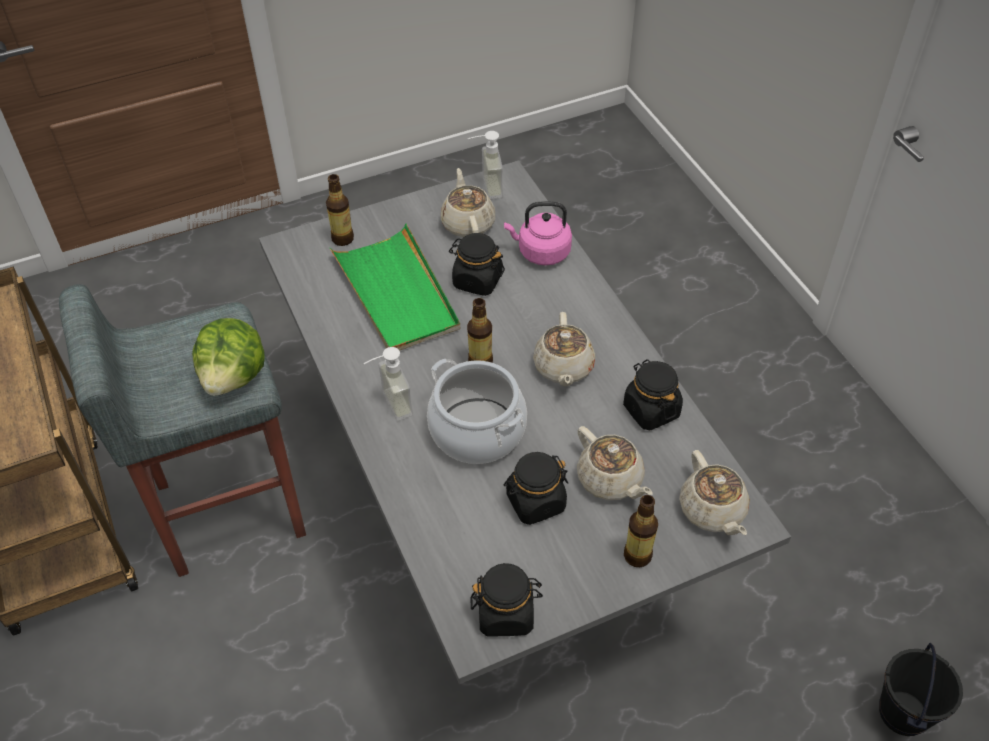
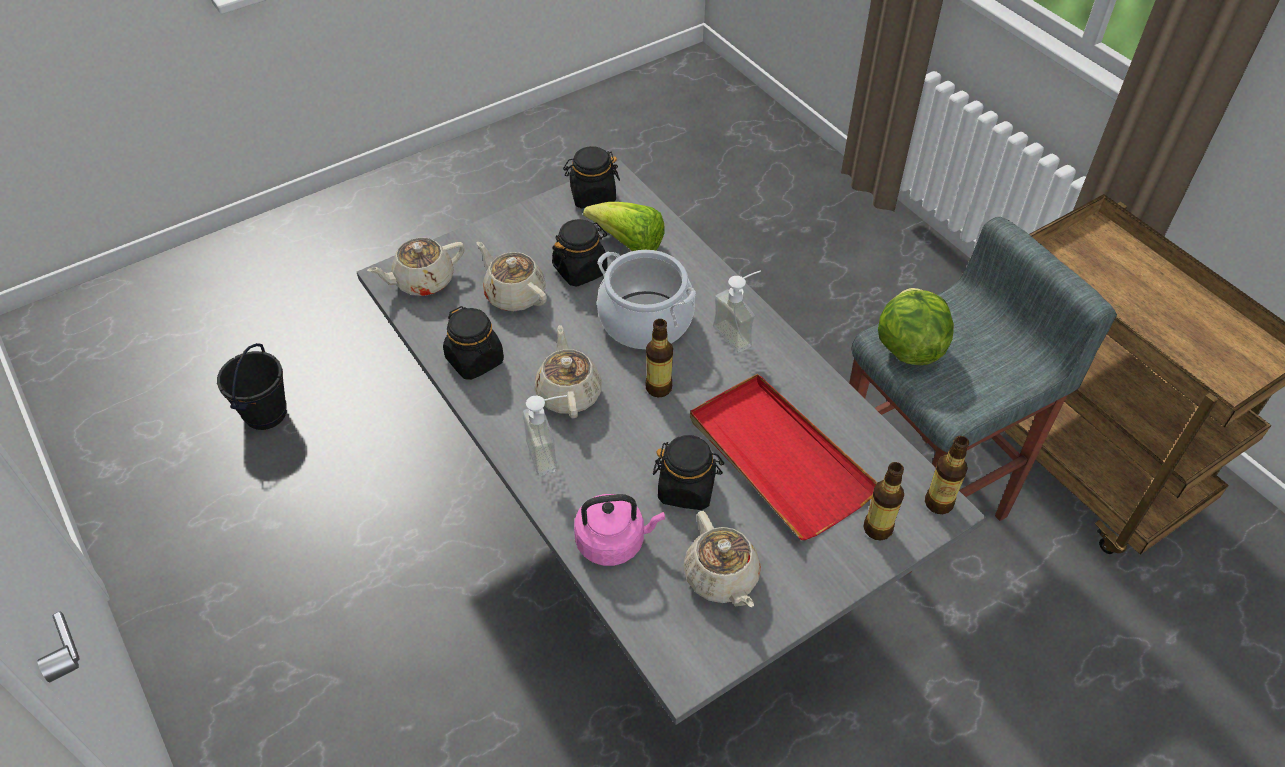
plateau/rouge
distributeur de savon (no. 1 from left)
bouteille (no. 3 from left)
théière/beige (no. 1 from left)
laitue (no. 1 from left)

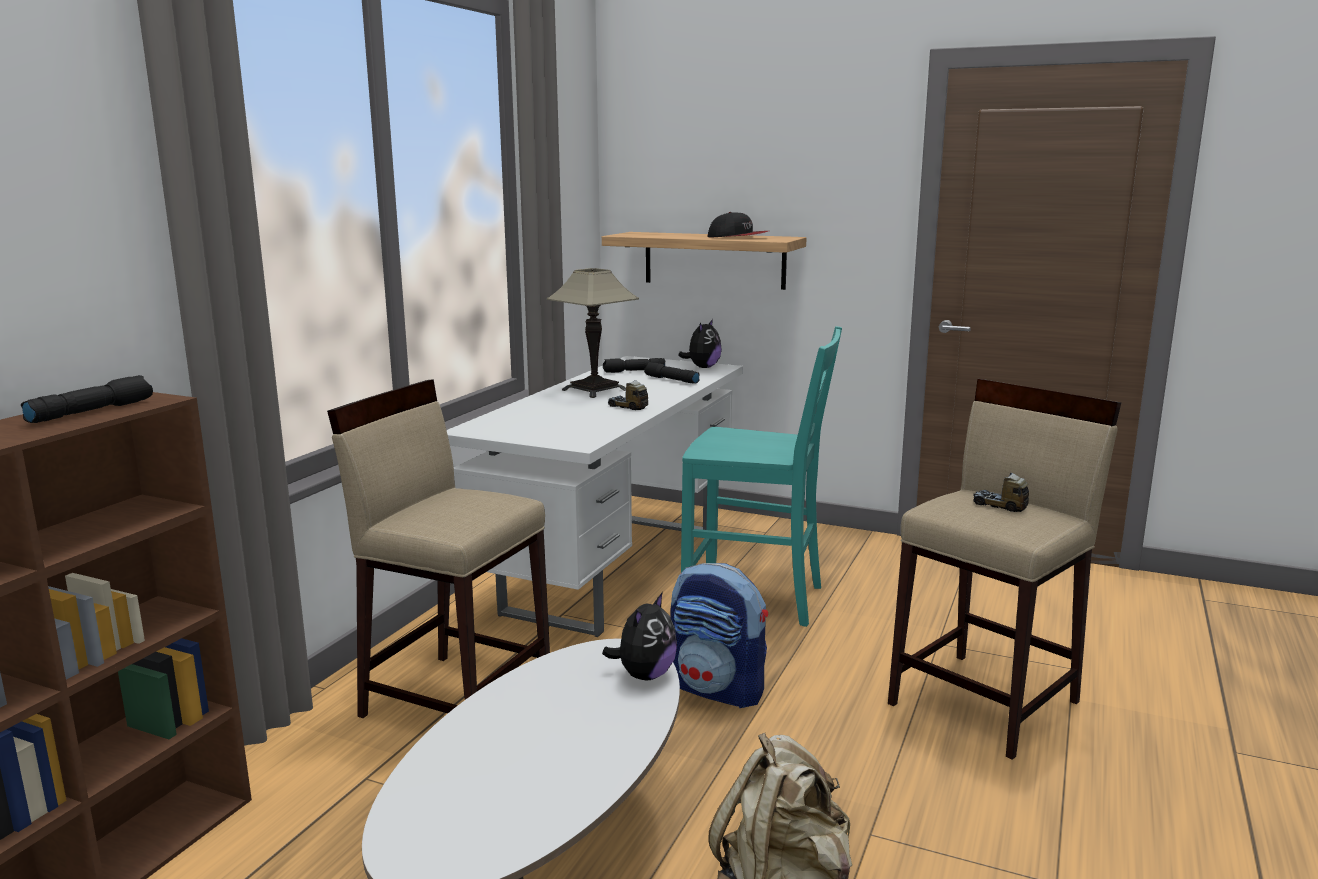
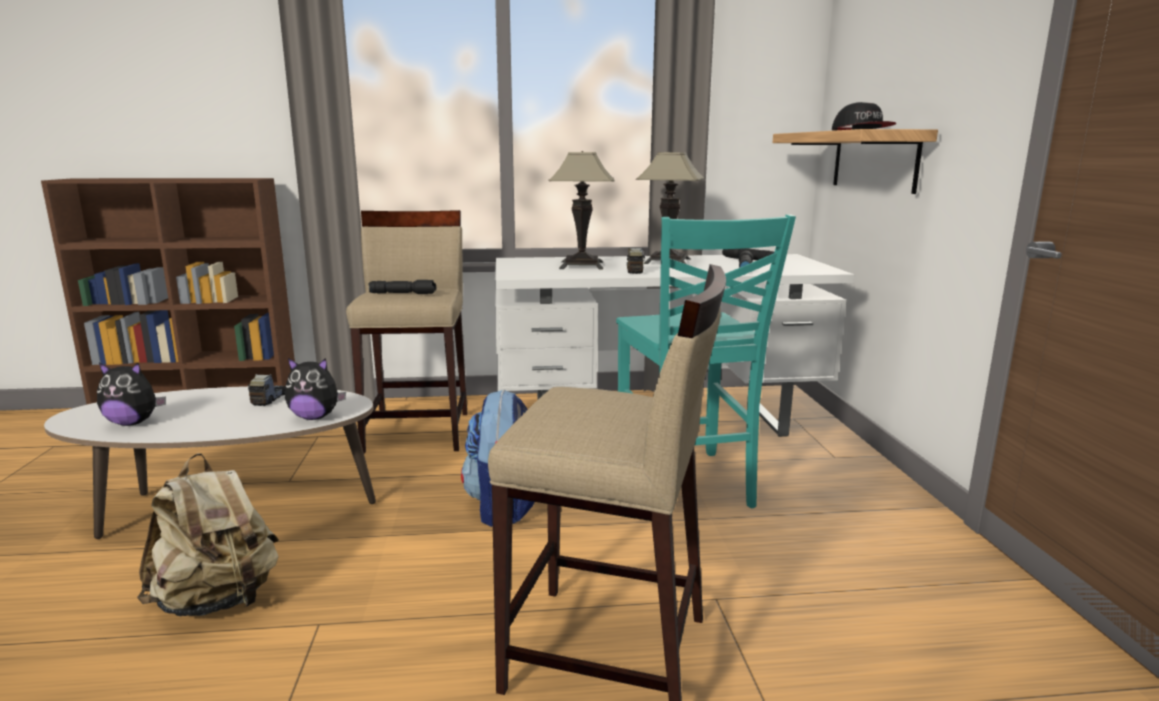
lampe de poche/noir (no. 1 from left)
peluche (no. 1 from left)
camion jouet (no. 1 from left)
lampe de table (no. 1 from left)

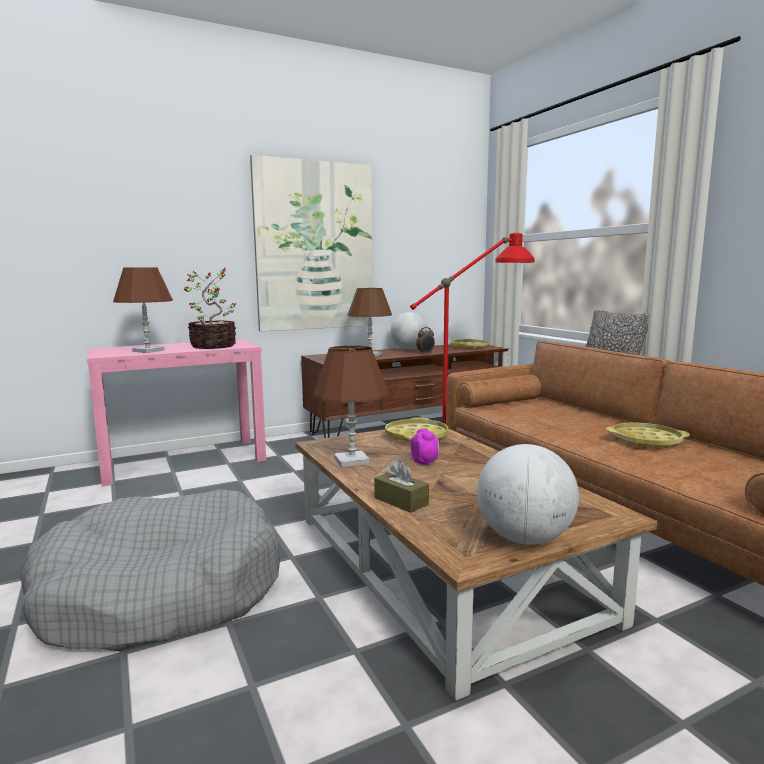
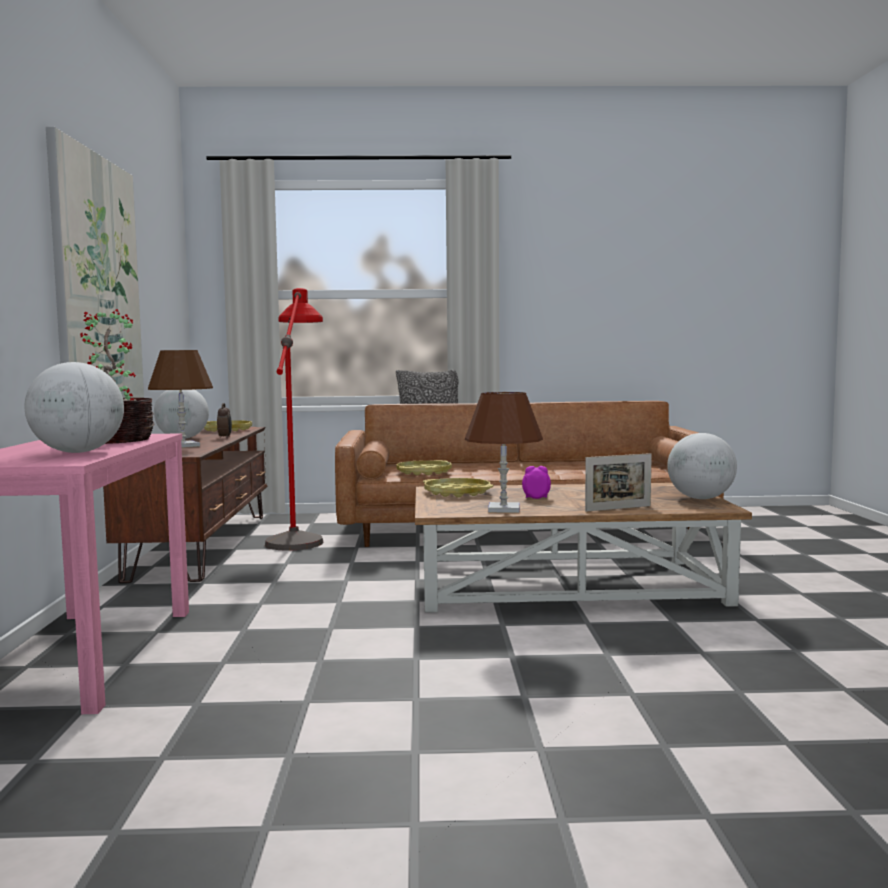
panier pour chien/gris
globe (no. 1 from left)
cadre photo
plateau/jaune (no. 2 from left)

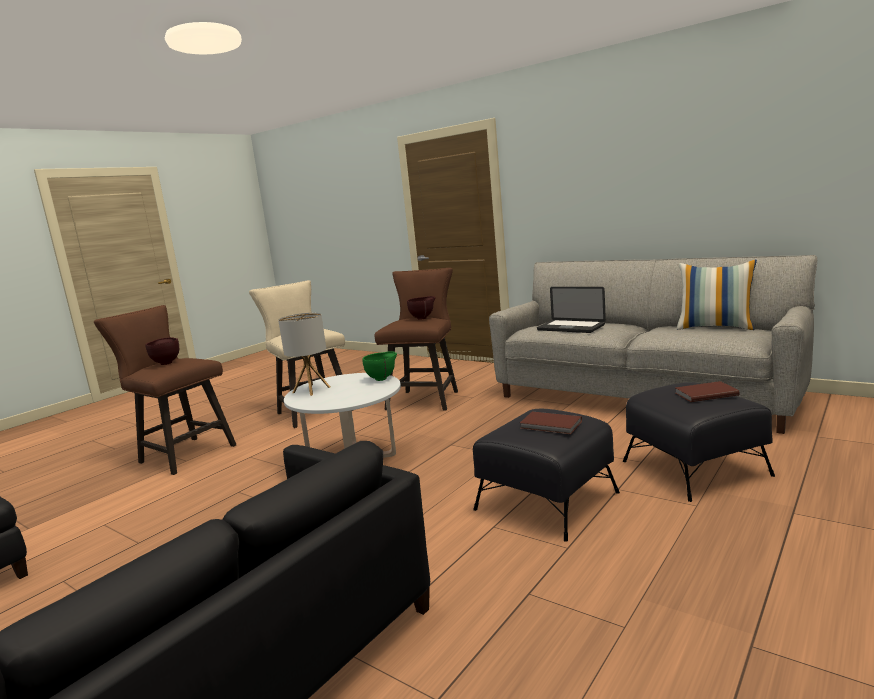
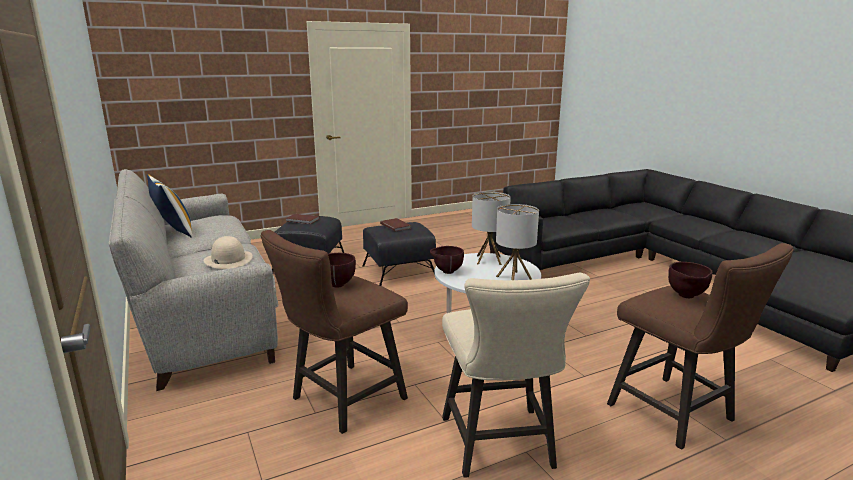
bol/marron (no. 2 from left)
chapeau/beige
lampe de table (no. 1 from left)

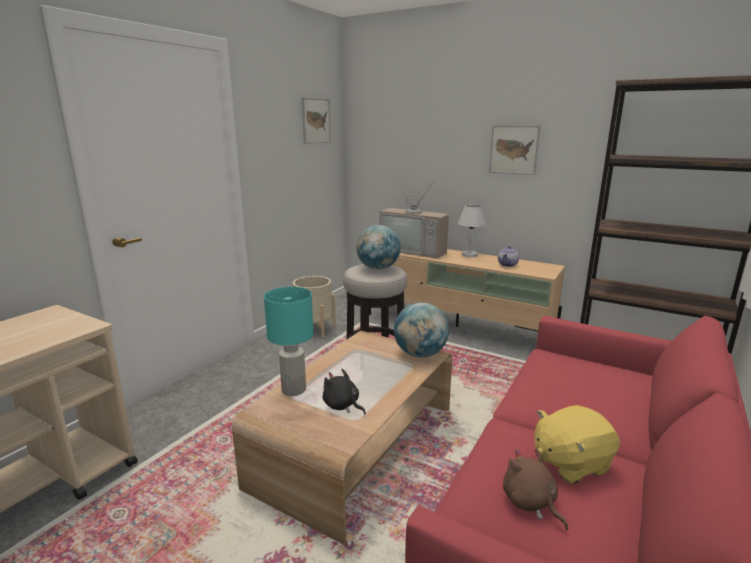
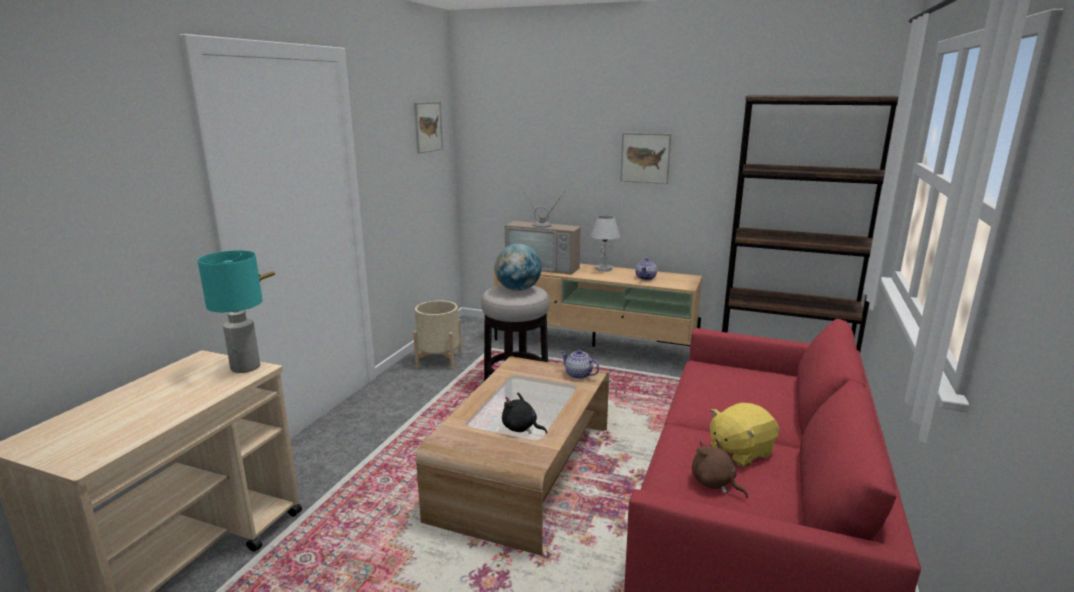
lampe de table/turquoise
théière (no. 1 from left)

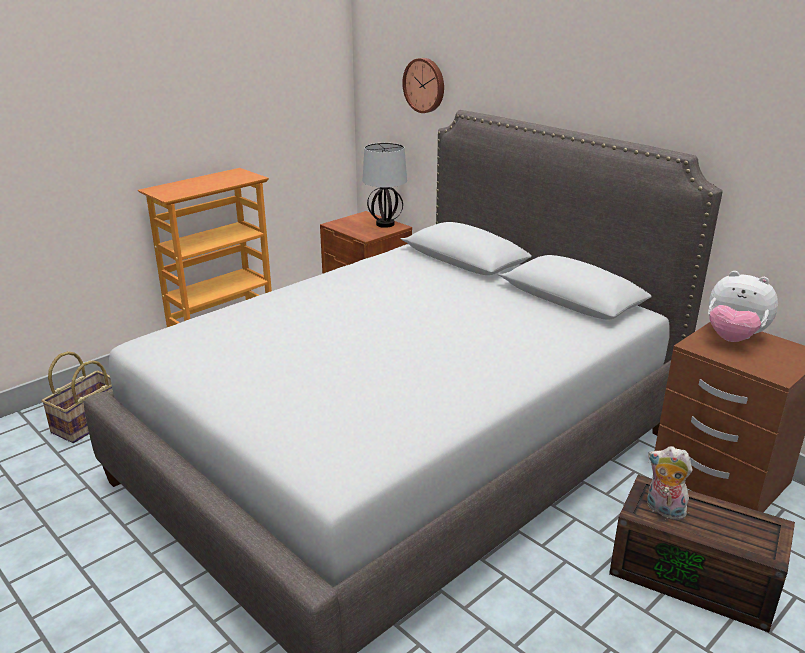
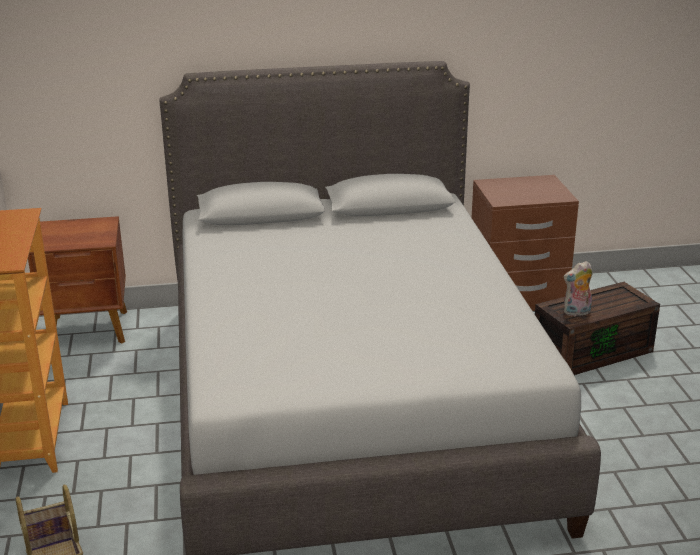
lampe de table
horloge murale
peluche (no. 2 from left in the first image)

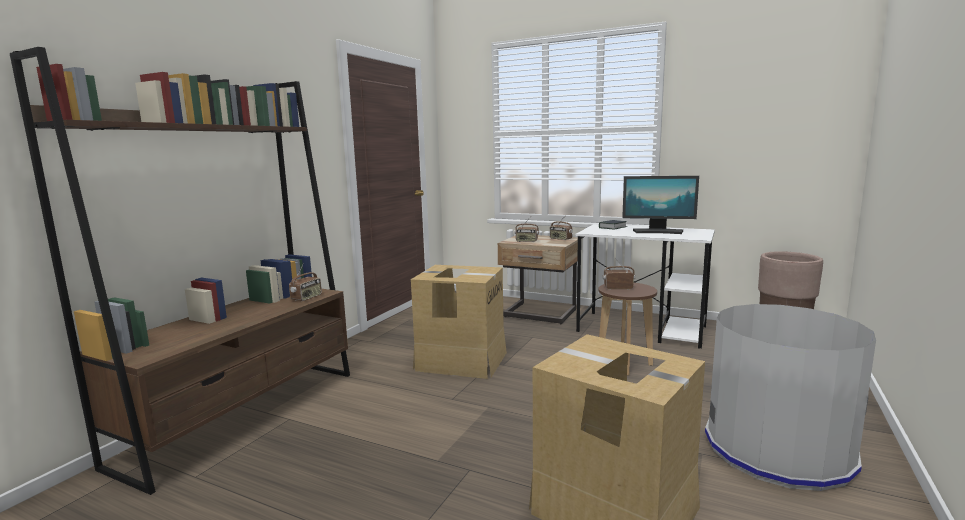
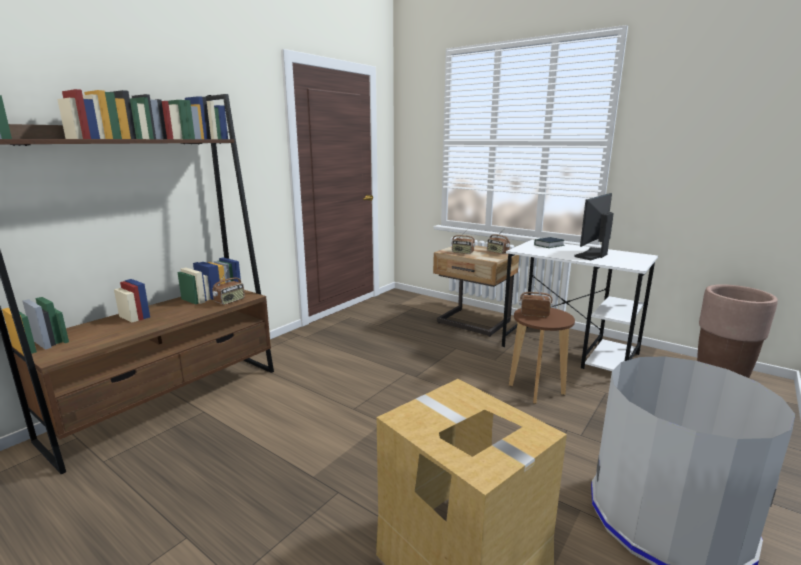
carton (no. 1 from left in the first image)
écran d'ordinateur

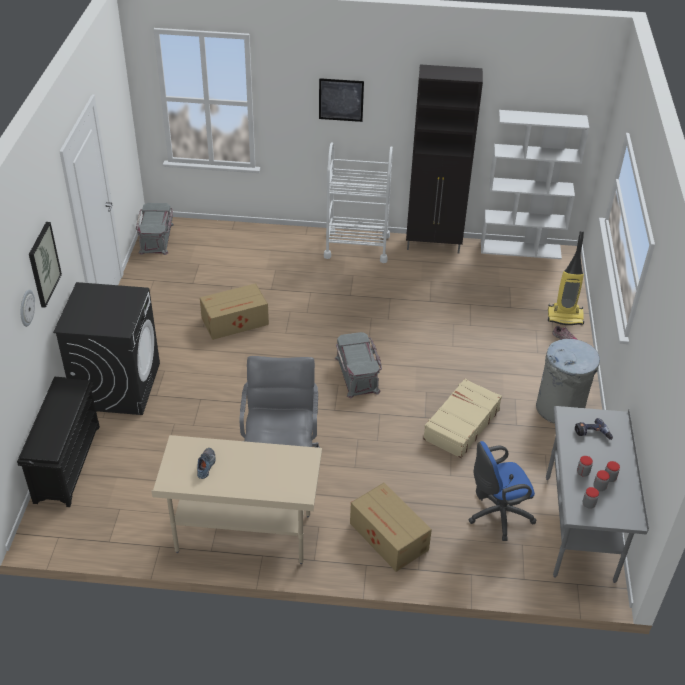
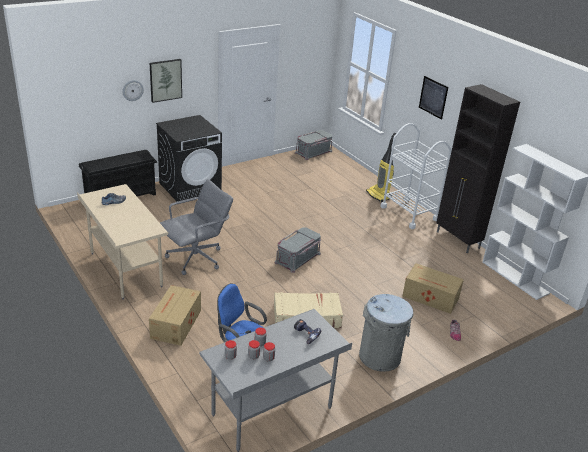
carton (no. 2 from left)
aspirateur

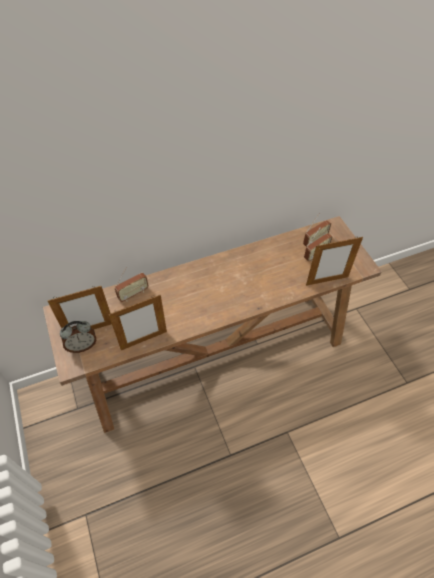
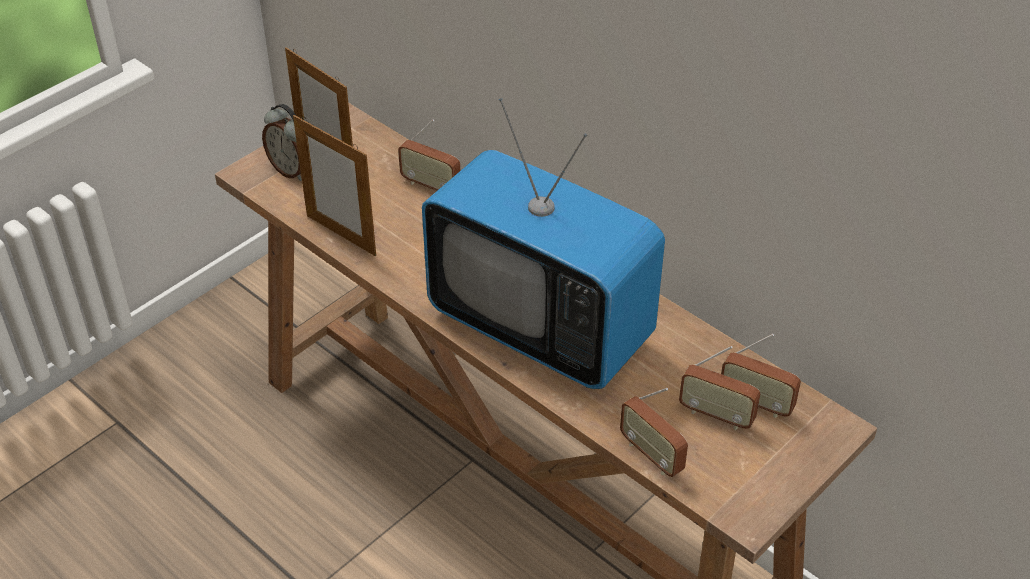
radio (no. 2 from left)
téléviseur

